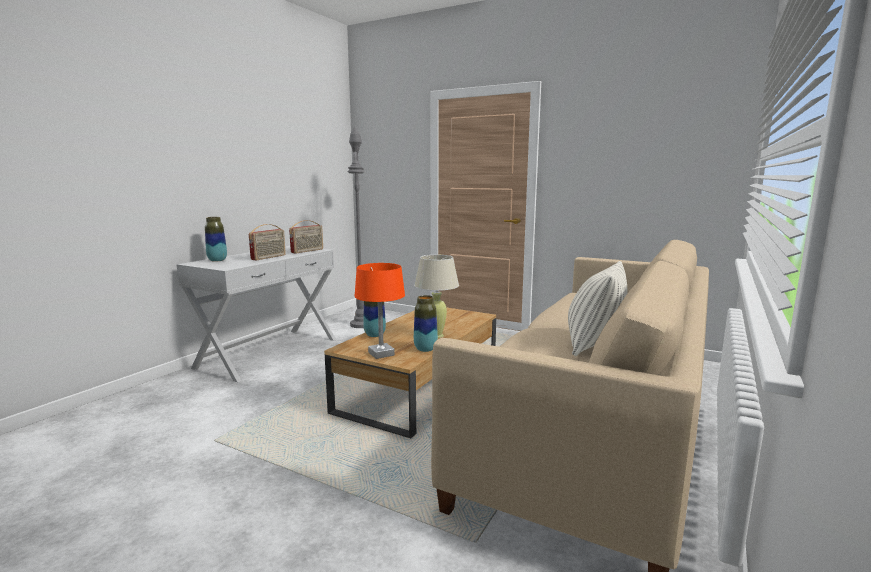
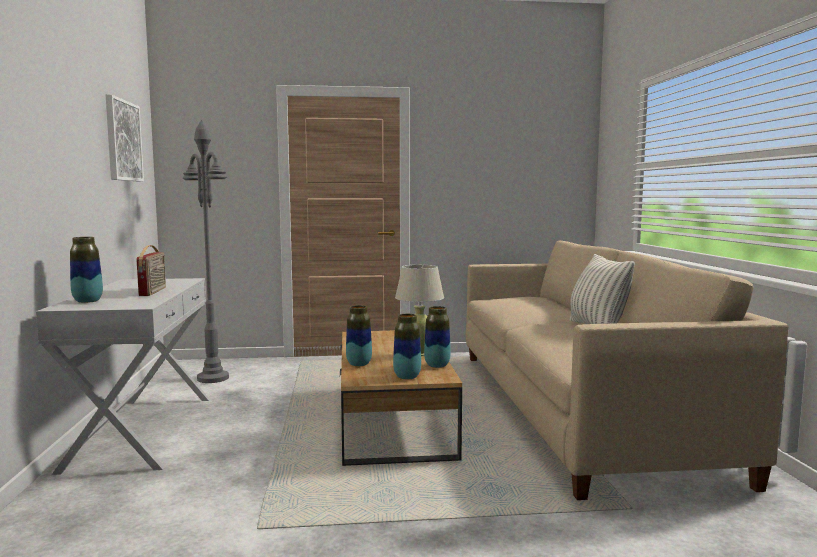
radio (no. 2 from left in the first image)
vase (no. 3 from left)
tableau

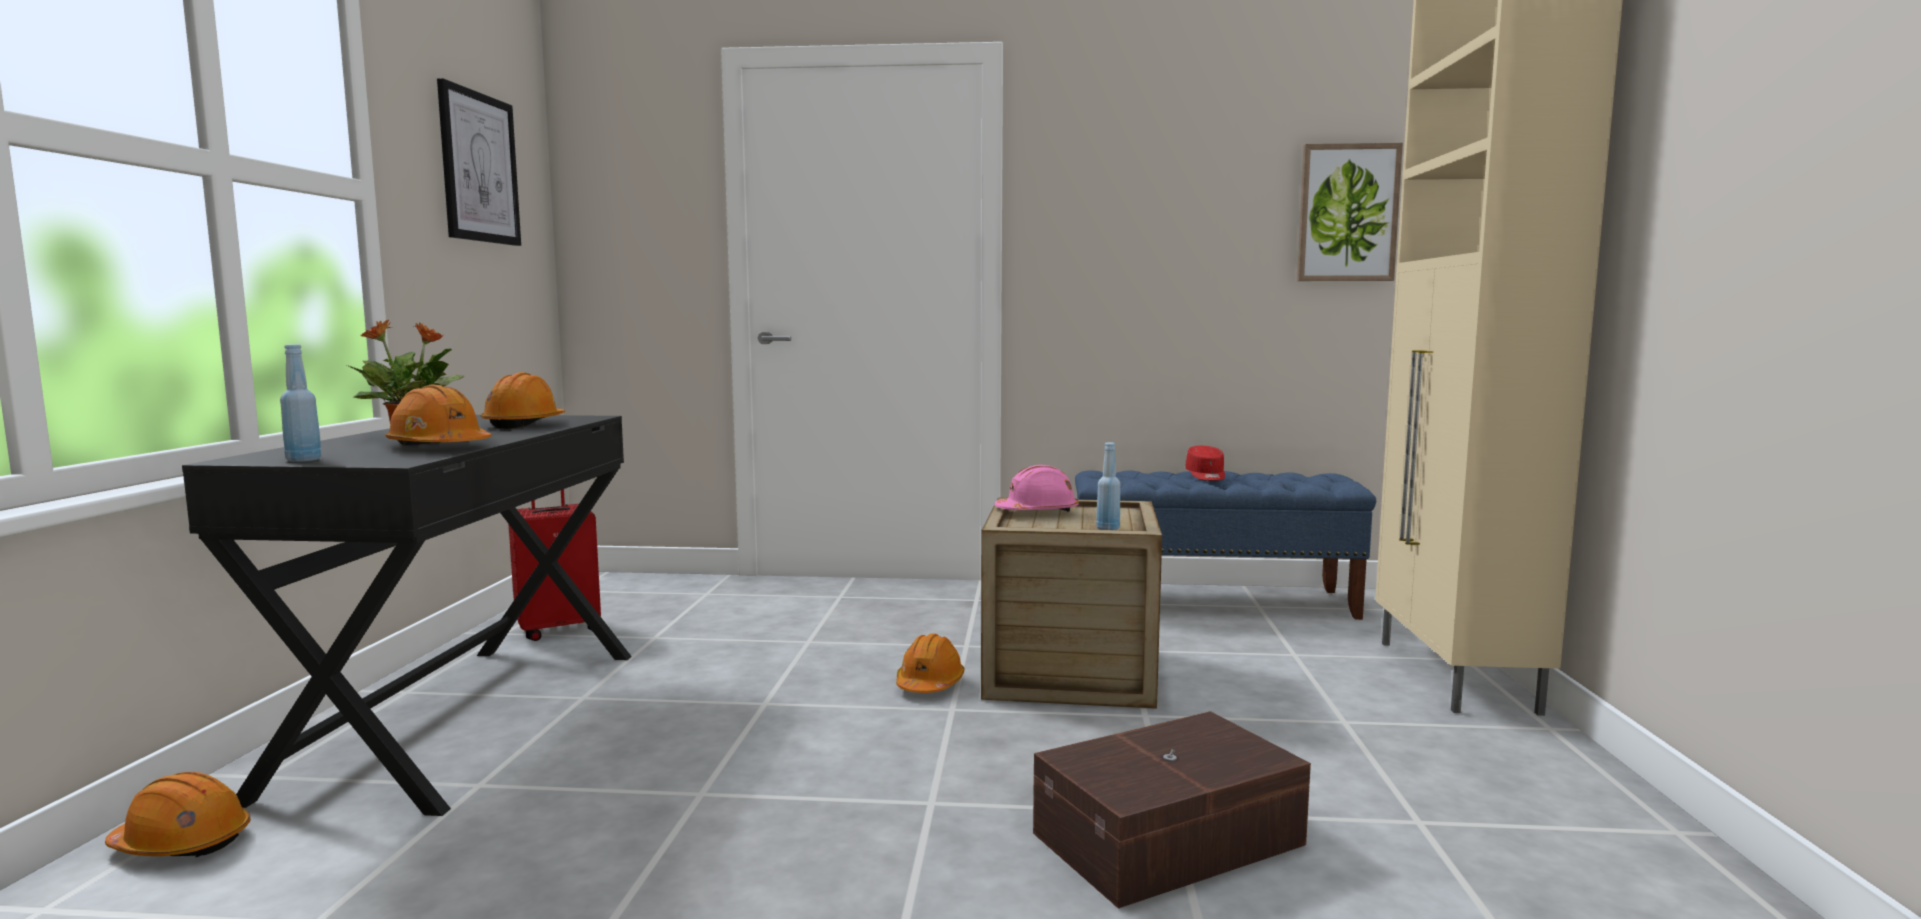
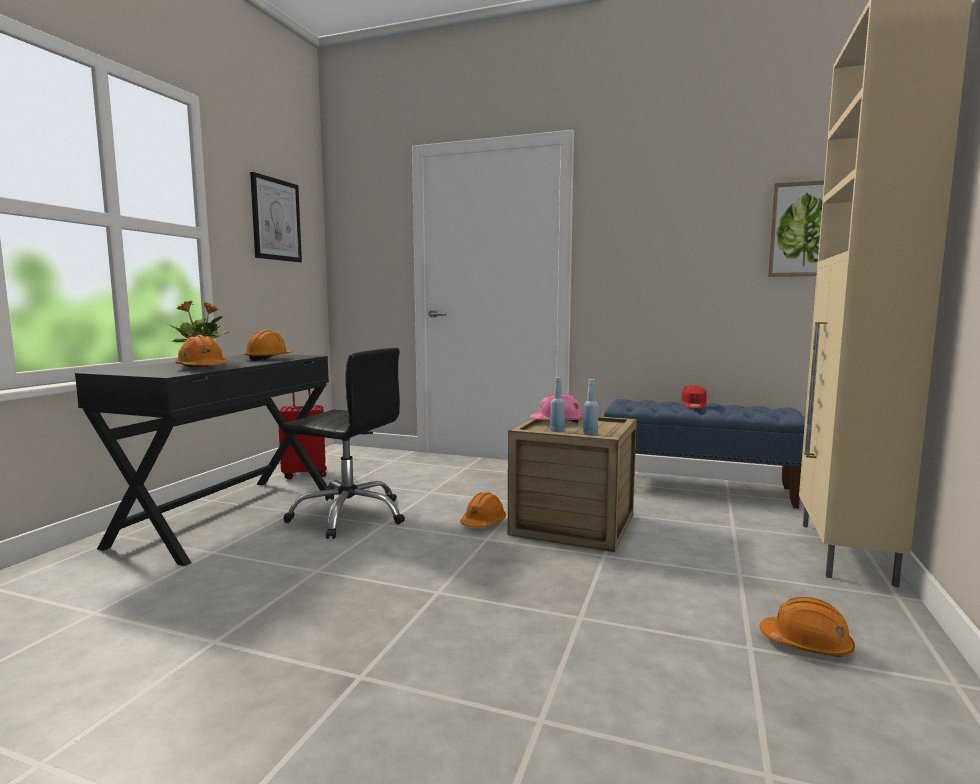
casque de chantier/orange (no. 4 from left)
bouteille/bleu (no. 1 from left)
boîte de rangement/marron
chaise de bureau/noir

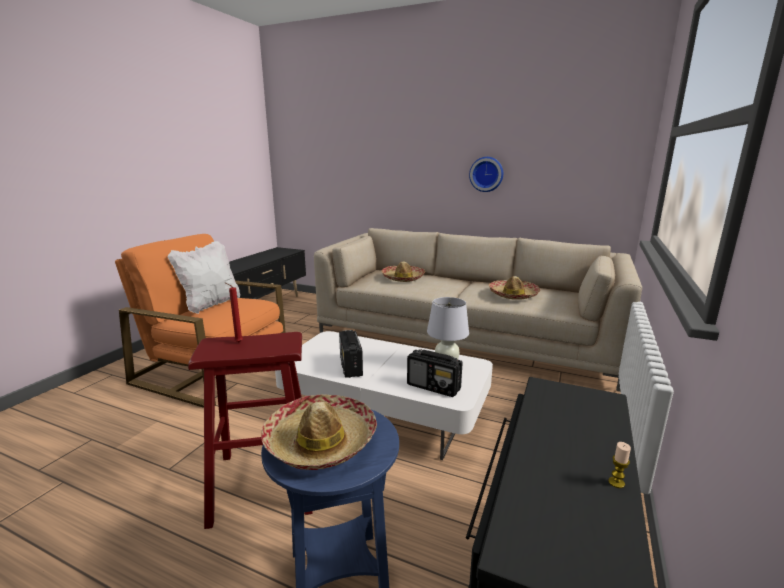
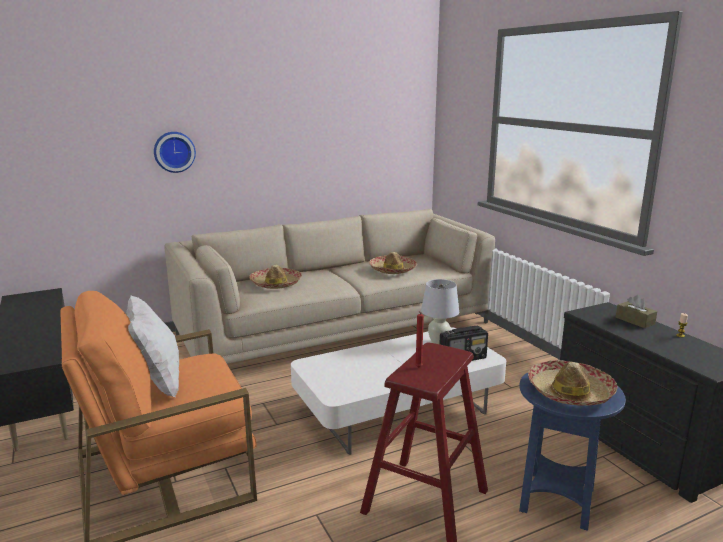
radio (no. 1 from left in the first image)
horloge murale
boîte à mouchoirs/marron

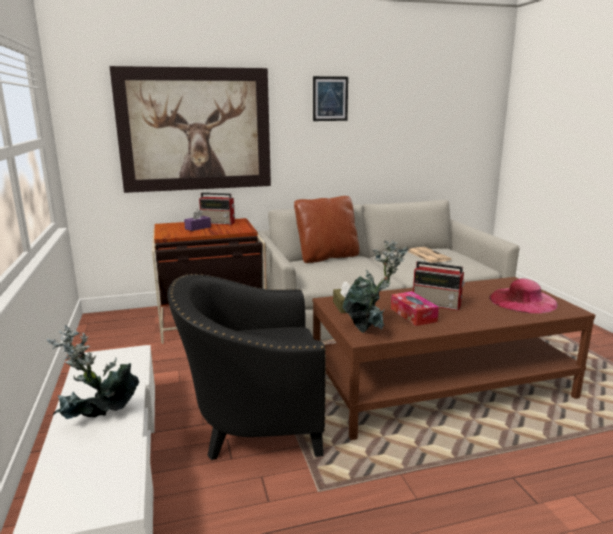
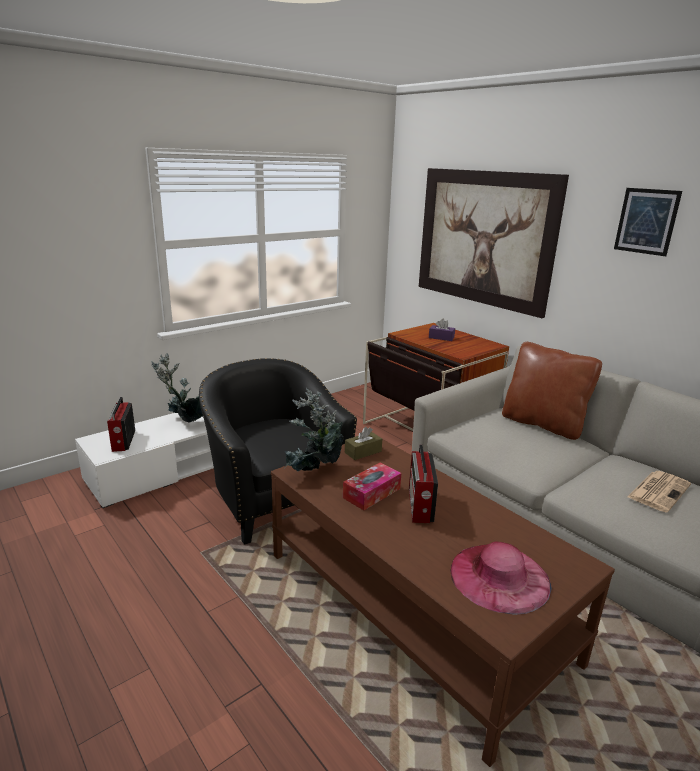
radio (no. 1 from left)

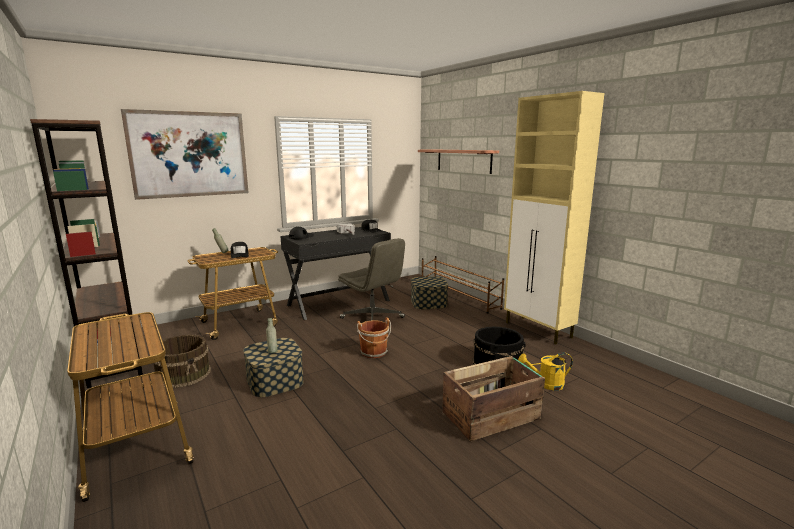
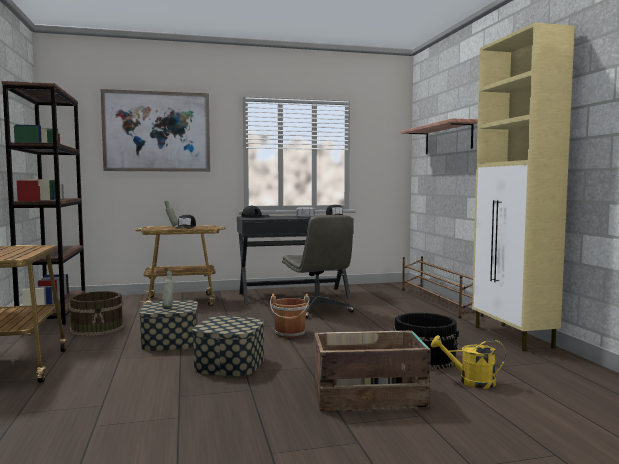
boîte de rangement (no. 2 from left)

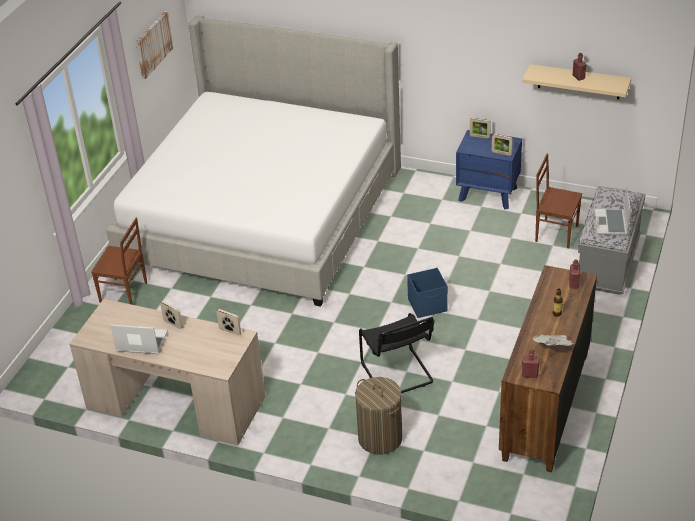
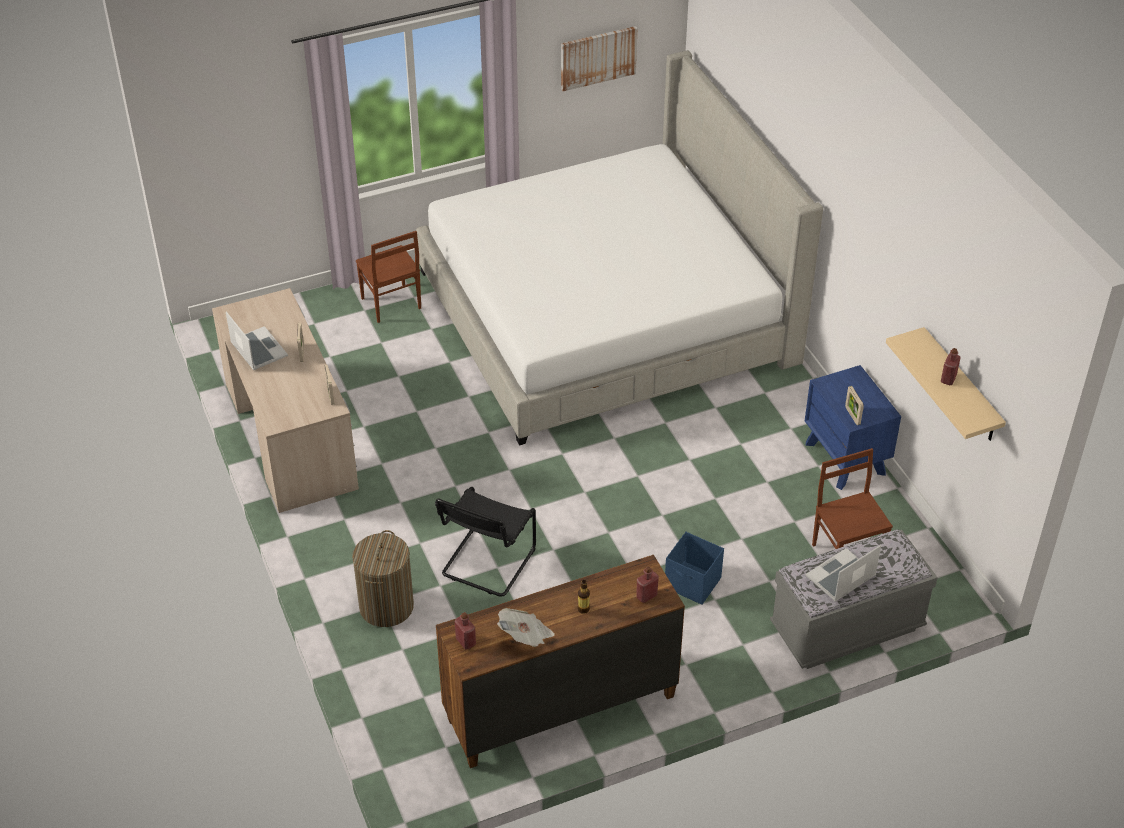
boîte de rangement/bleu
cadre photo (no. 3 from left in the first image)

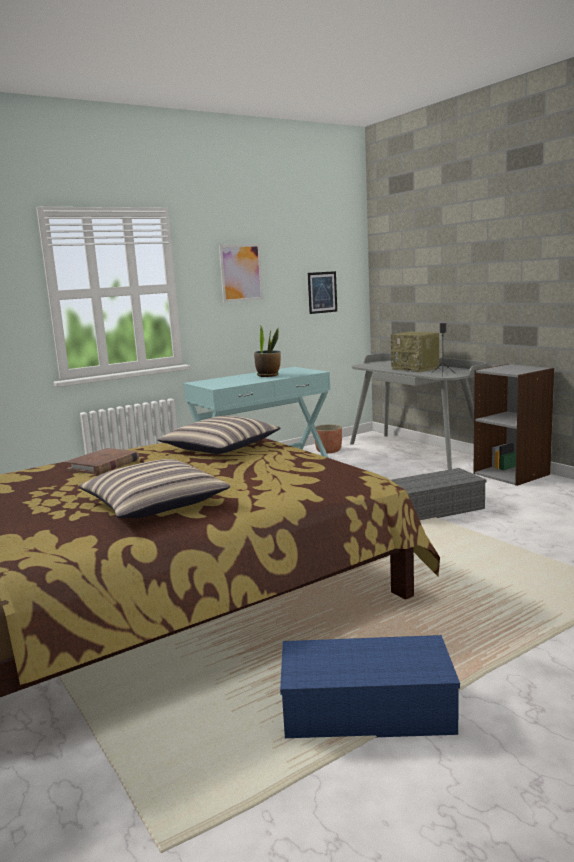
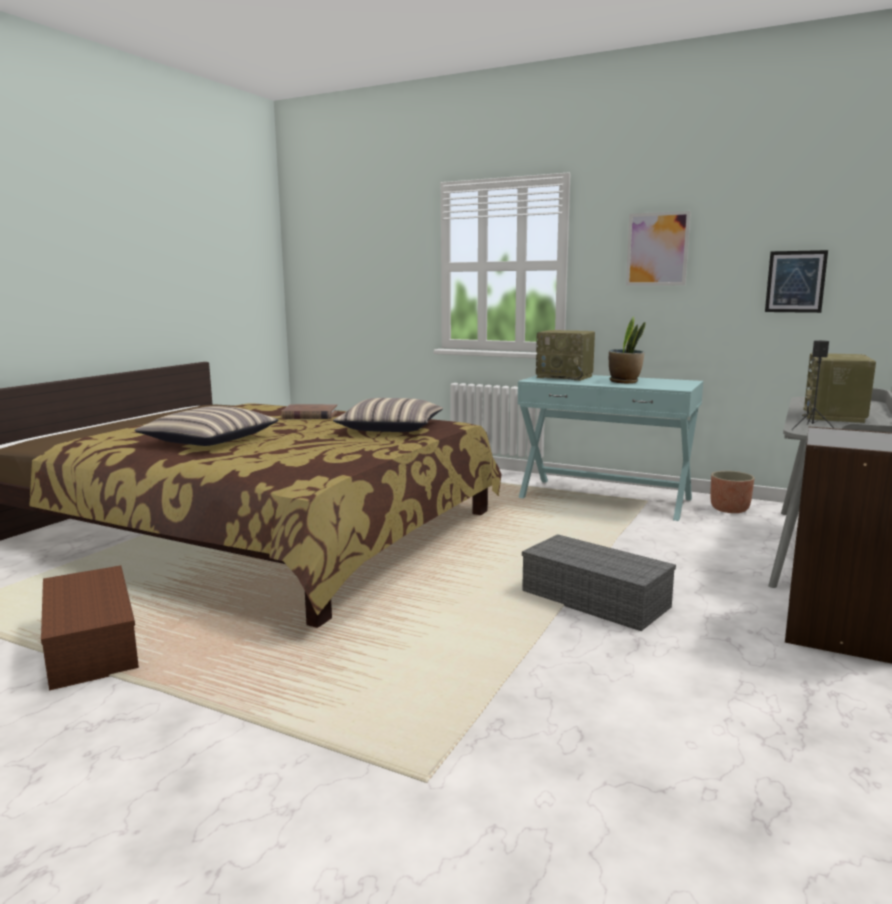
boîte de rangement/marron
radio (no. 1 from left)

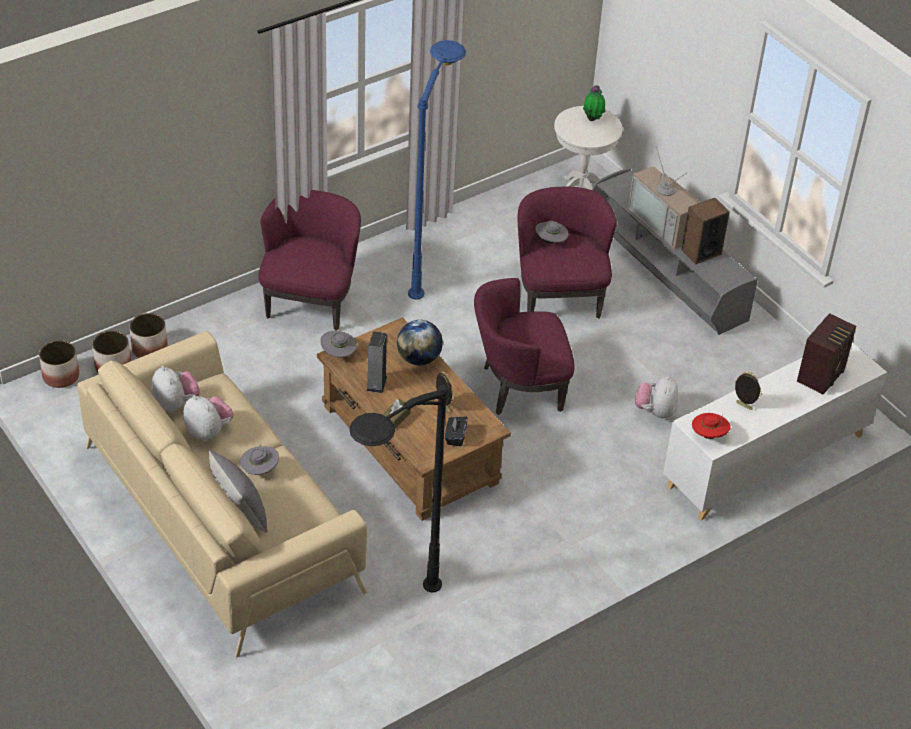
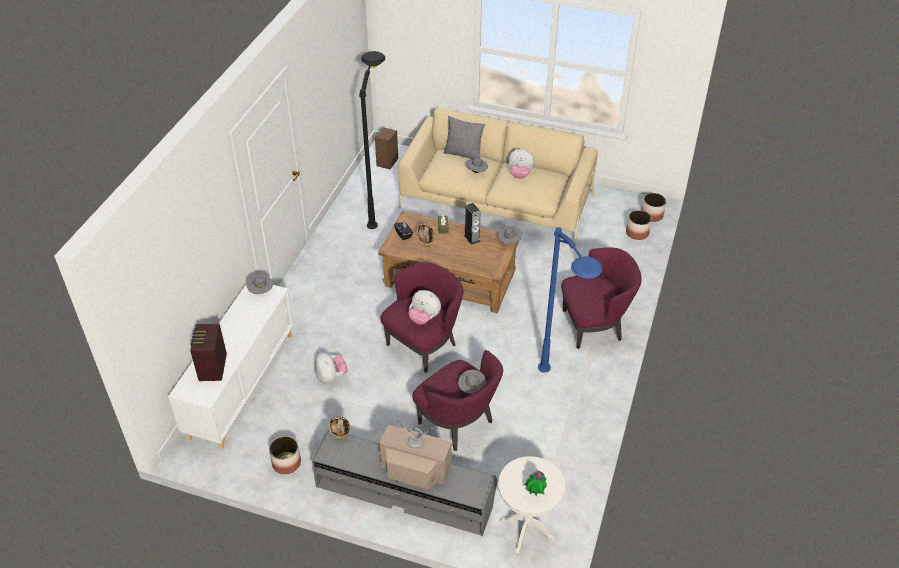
cache-pot (no. 1 from left)
peluche (no. 2 from left)
fauteuil/violet (no. 3 from left)
globe
enceinte (no. 1 from left)
chapeau/gris (no. 1 from left)
cadre photo (no. 1 from left)

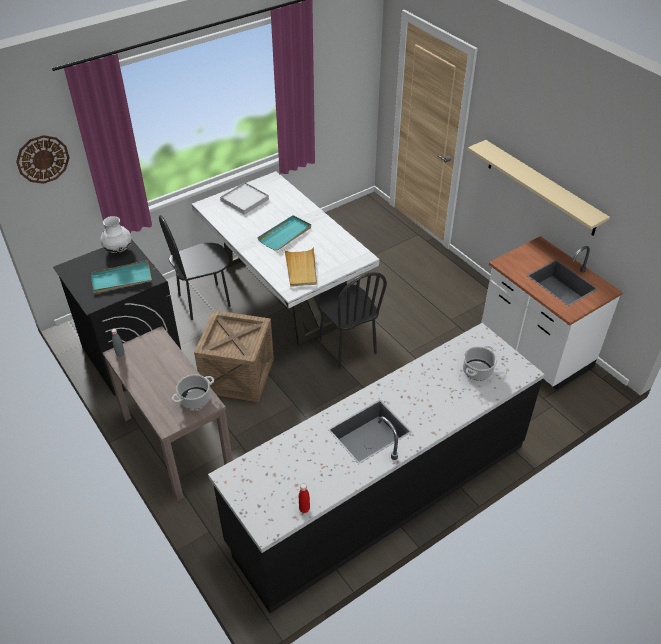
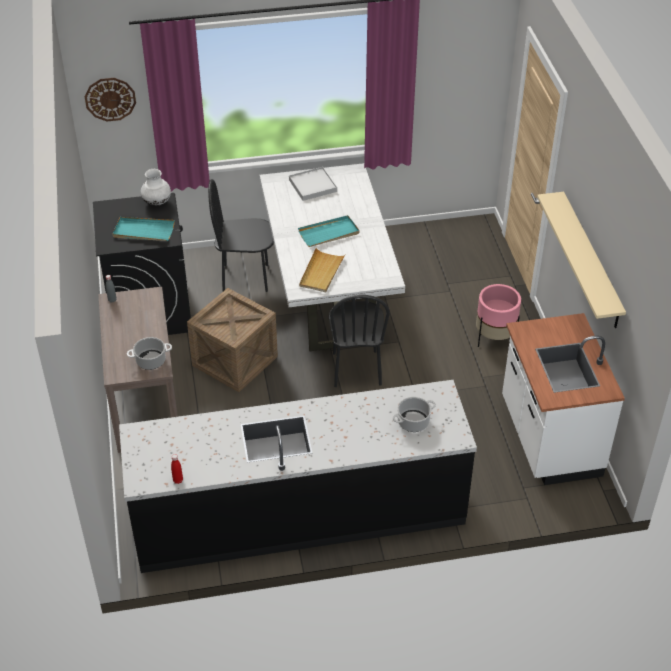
cache-pot/rose

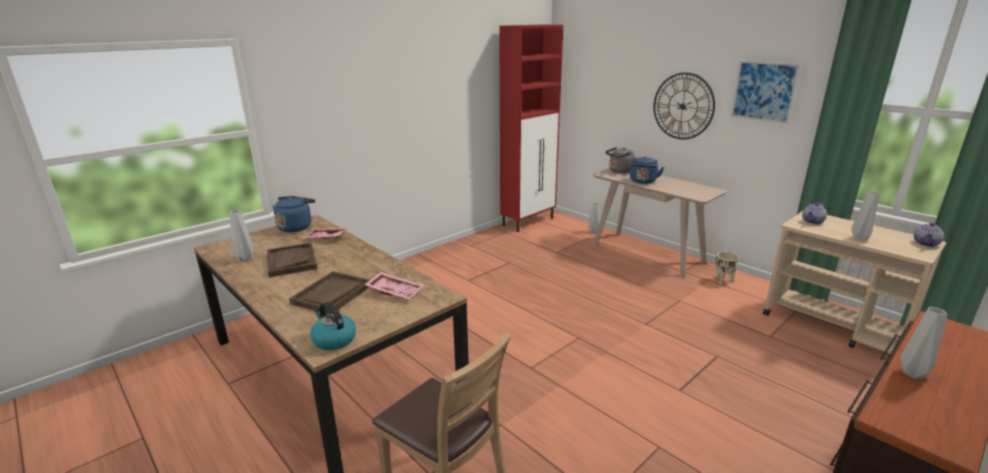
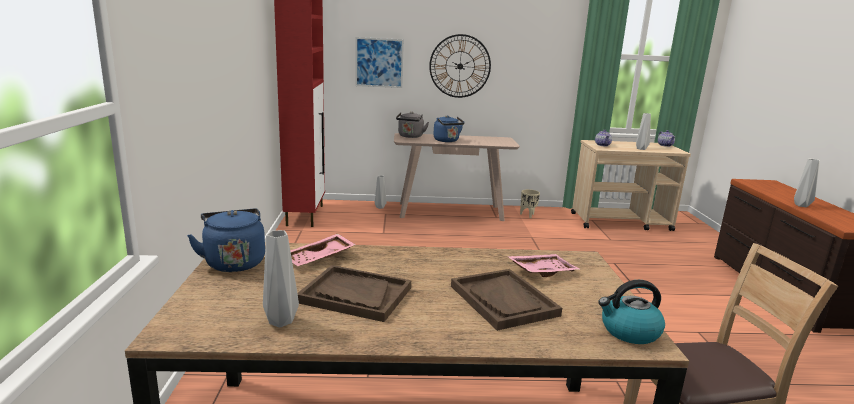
tableau

